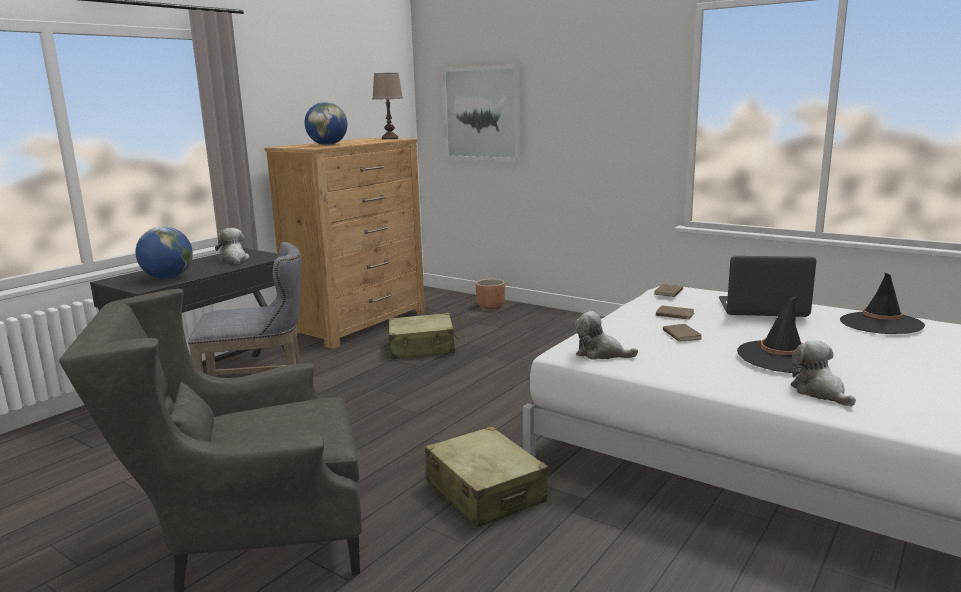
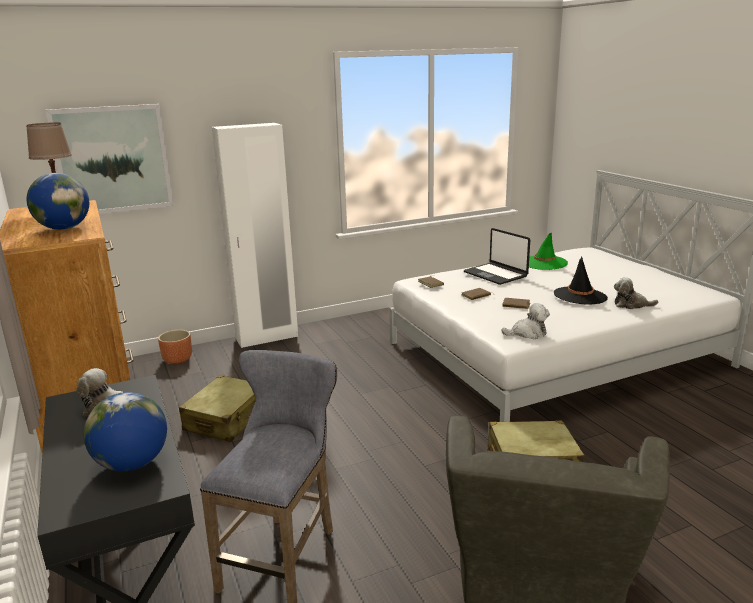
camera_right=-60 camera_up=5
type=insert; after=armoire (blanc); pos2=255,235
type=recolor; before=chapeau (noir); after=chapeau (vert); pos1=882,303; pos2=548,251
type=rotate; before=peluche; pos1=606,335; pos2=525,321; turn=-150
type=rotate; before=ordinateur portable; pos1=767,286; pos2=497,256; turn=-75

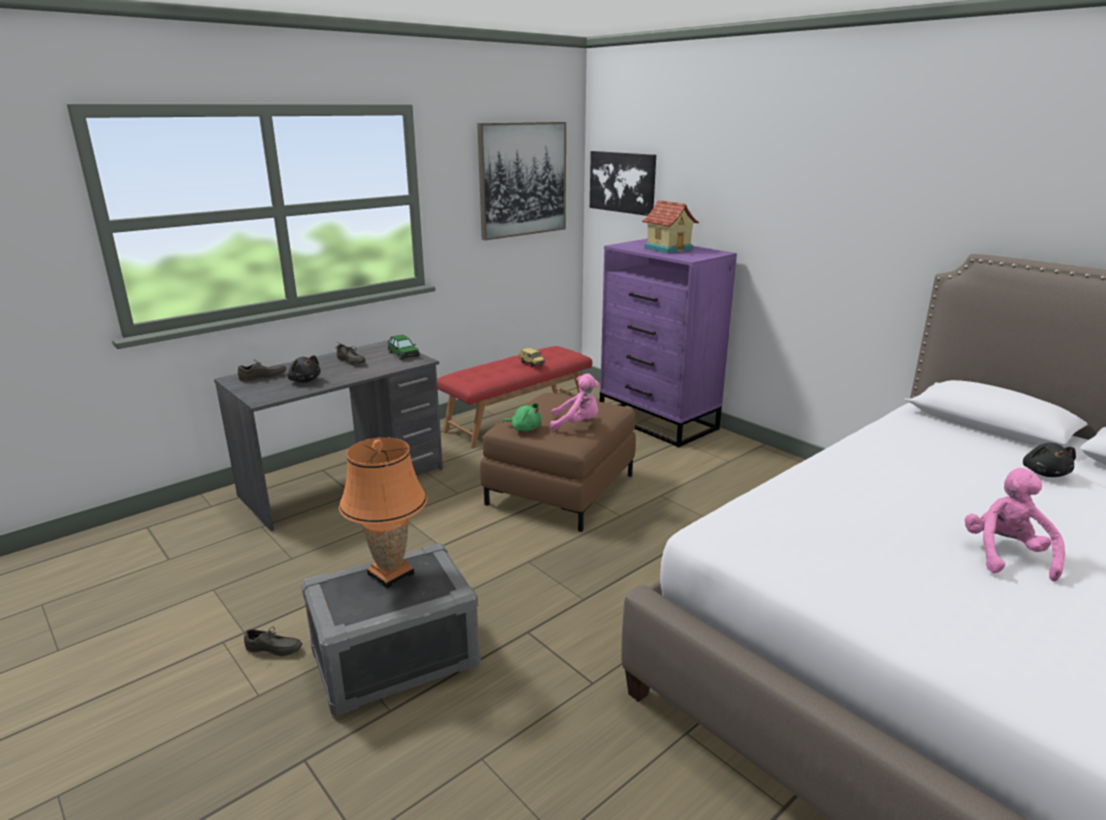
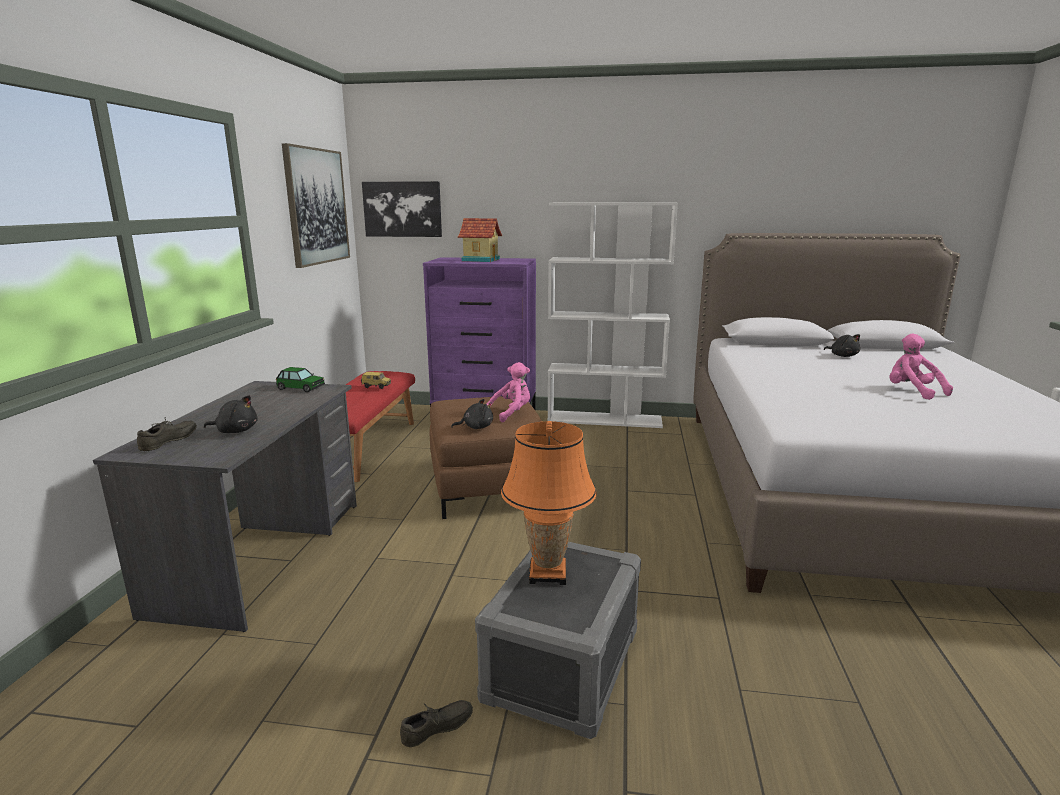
camera_right=-40 camera_up=-5
type=delete; before=chaussure (gris); pos1=351,353
type=insert; after=bibliothèque (blanc); pos2=612,315
type=recolor; before=peluche (vert); after=peluche (noir); pos1=522,417; pos2=472,414

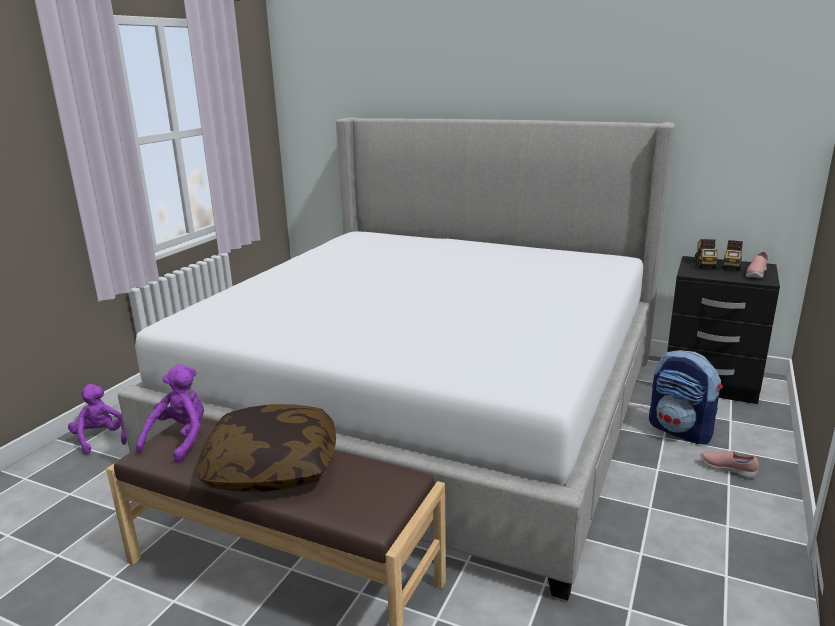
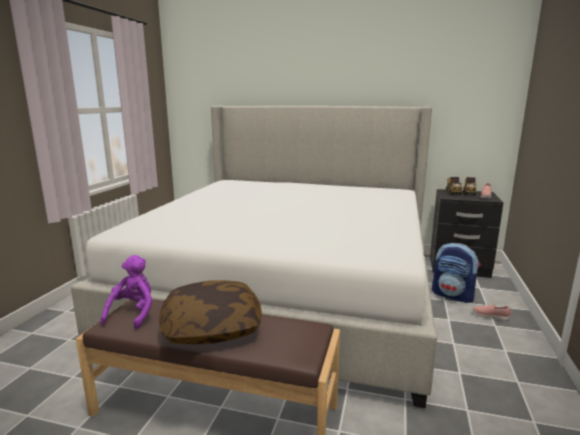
camera_right=-10 camera_up=-5
type=delete; before=peluche (violet); pos1=97,419

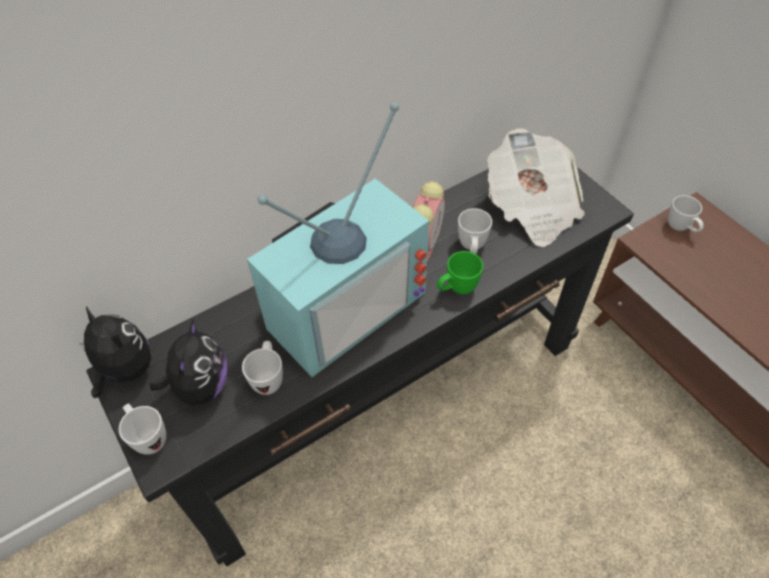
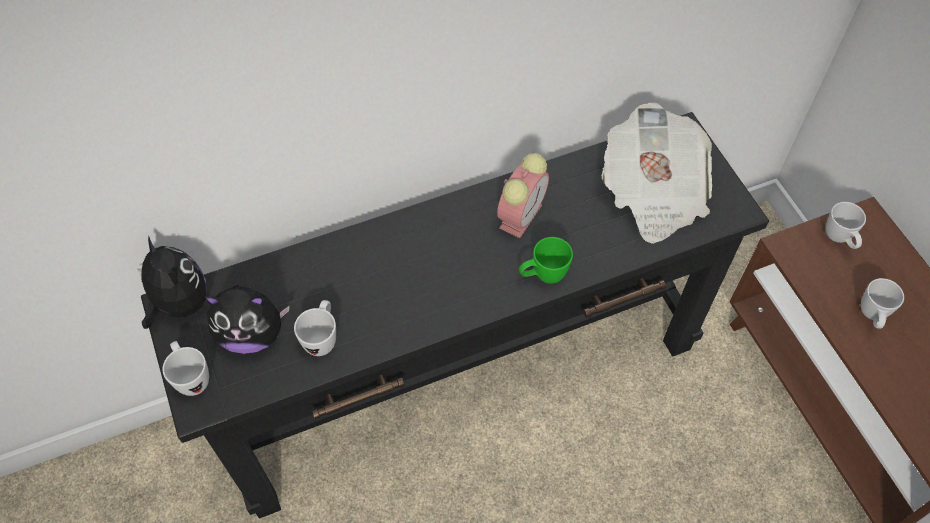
camera_right=10 camera_up=5
type=delete; before=téléviseur; pos1=338,239
type=move; before=mug (blanc); pos1=475,231; pos2=882,303
type=rotate; before=peluche; pos1=189,362; pos2=247,319; turn=75

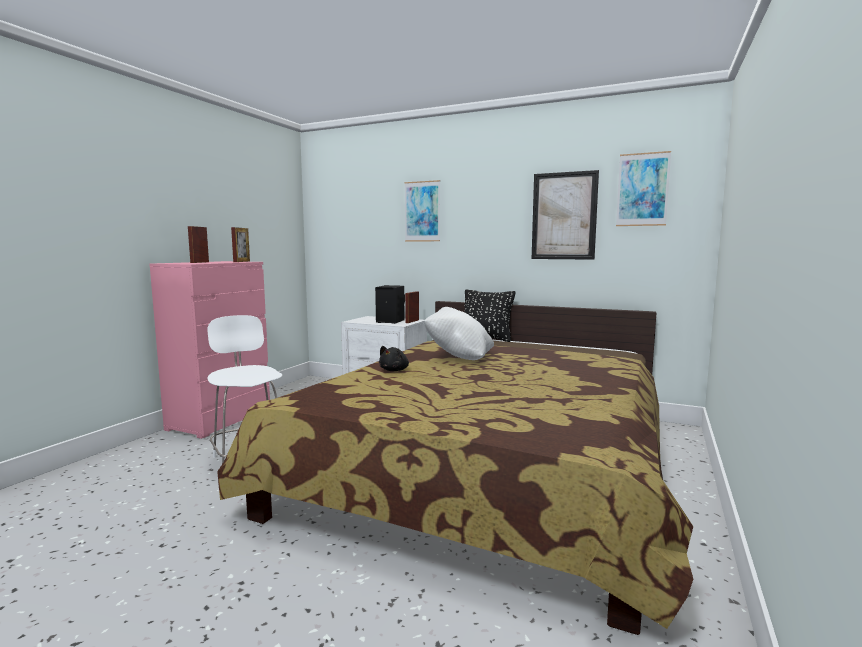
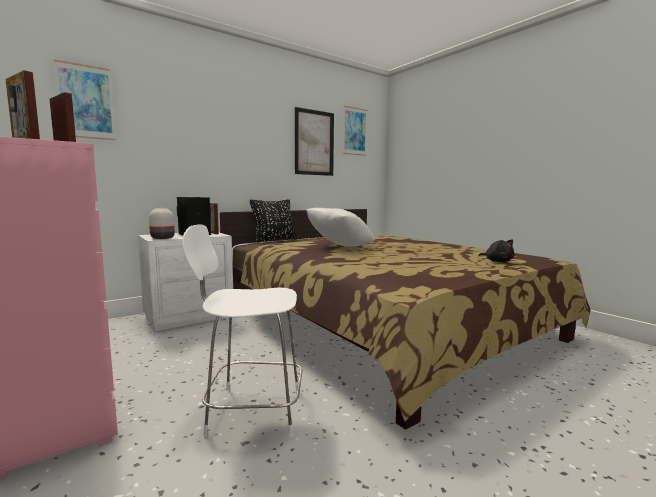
camera_right=-60 camera_up=0
type=insert; after=vase (blanc); pos2=162,222
type=move; before=peluche (noir); pos1=394,358; pos2=497,251
type=move; before=tableau; pos1=422,211; pos2=85,99

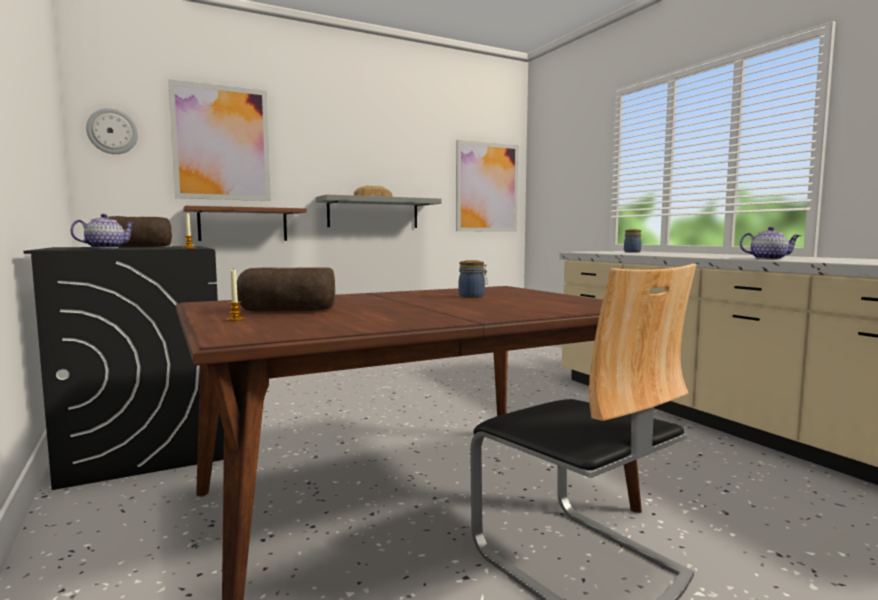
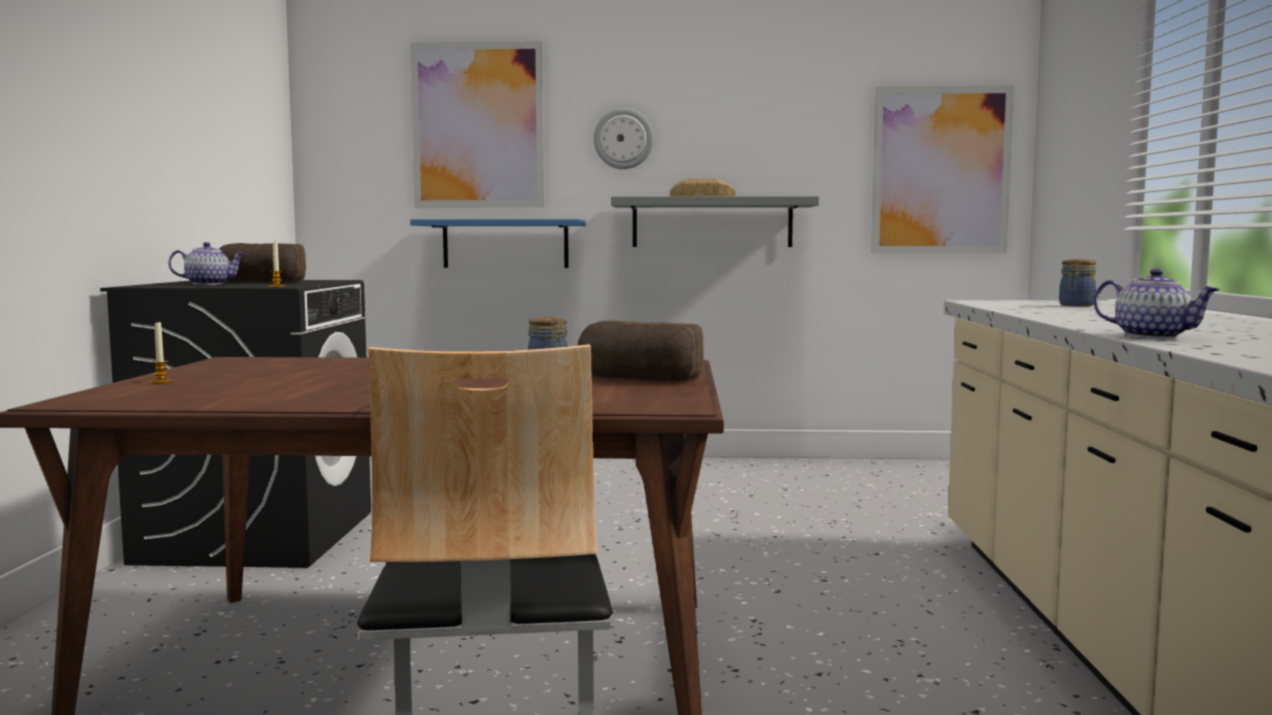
camera_right=30 camera_up=0
type=move; before=horloge murale; pos1=112,131; pos2=623,138
type=move; before=pain; pos1=286,289; pos2=640,351
type=recolor; before=étagère (marron); after=étagère (bleu); pos1=245,223; pos2=498,243

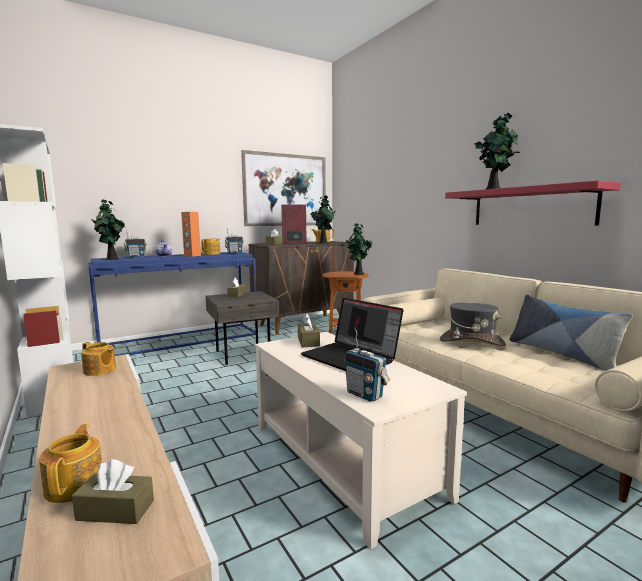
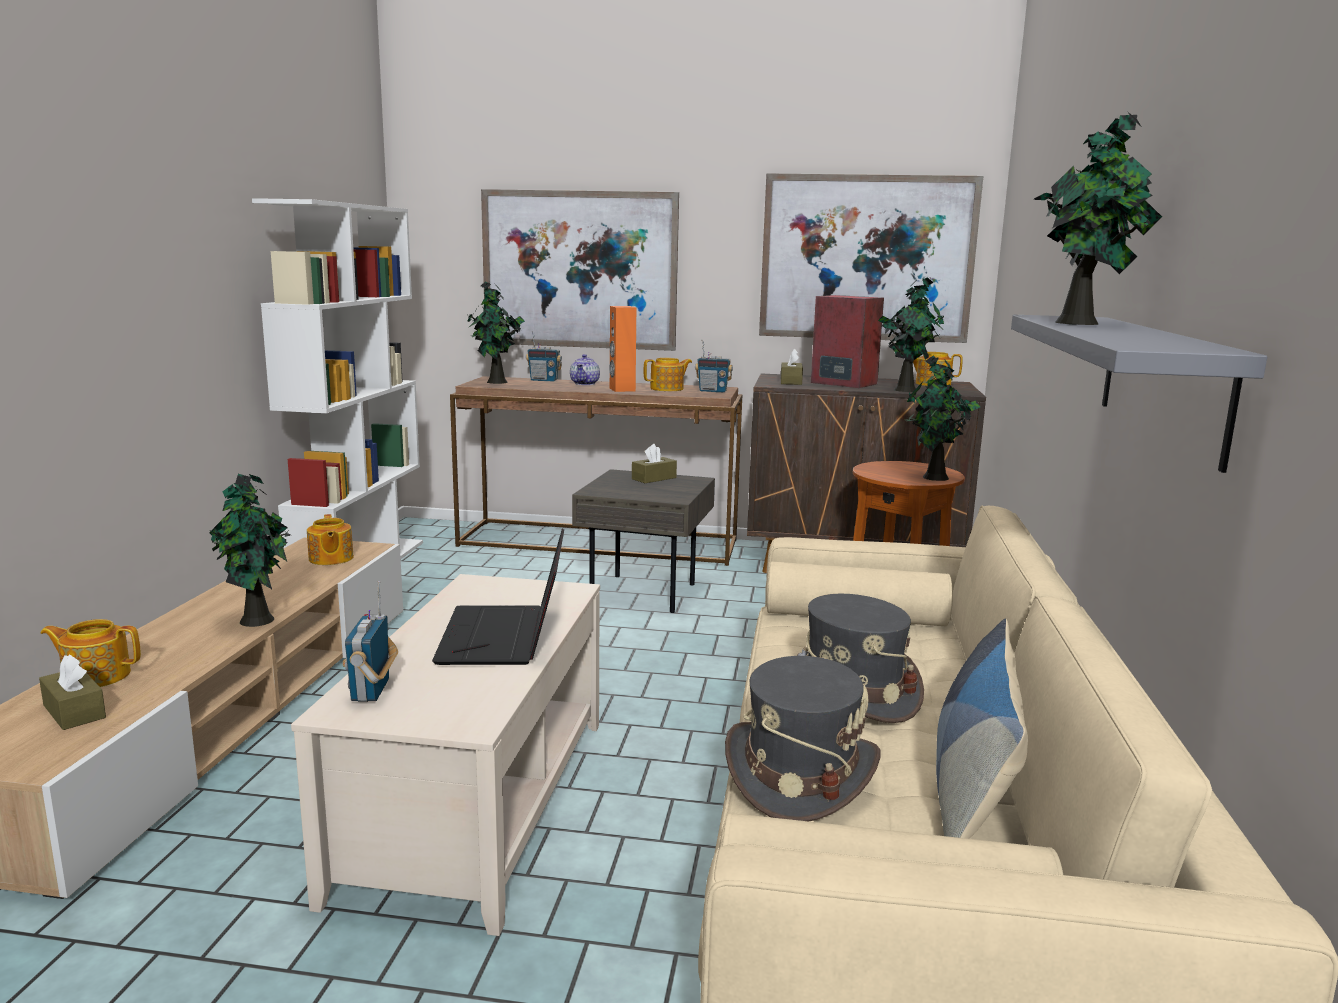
camera_right=40 camera_up=5
type=delete; before=boîte à mouchoirs (marron); pos1=309,330
type=insert; after=plante en pot; pos2=250,550
type=insert; after=tableau; pos2=580,270
type=insert; after=chapeau (gris); pos2=803,738
type=recolor; before=table console (bleu); after=table console (marron); pos1=172,304; pos2=596,471
type=recolor; before=étagère (rouge); after=étagère (gris); pos1=533,203; pos2=1139,394
type=rotate; before=théière; pos1=70,463; pos2=91,653; turn=-120

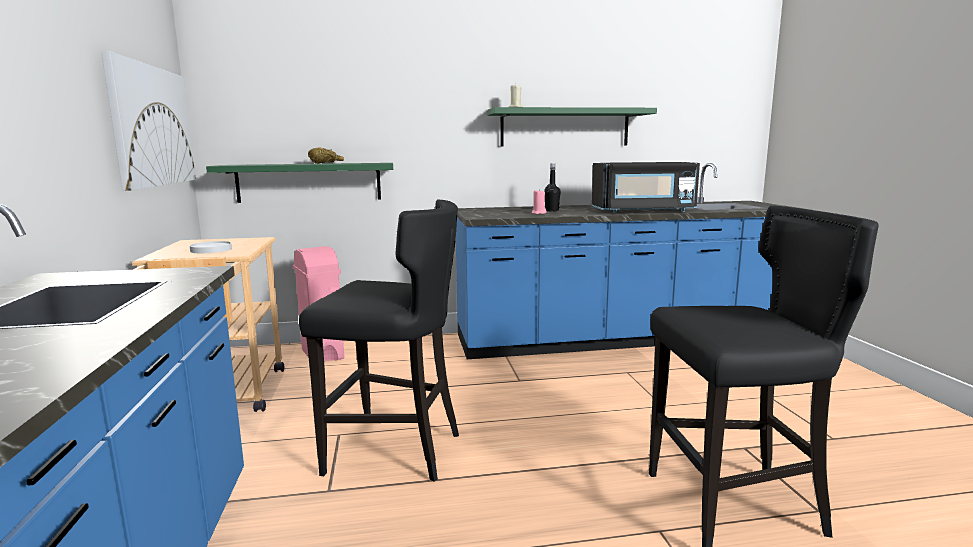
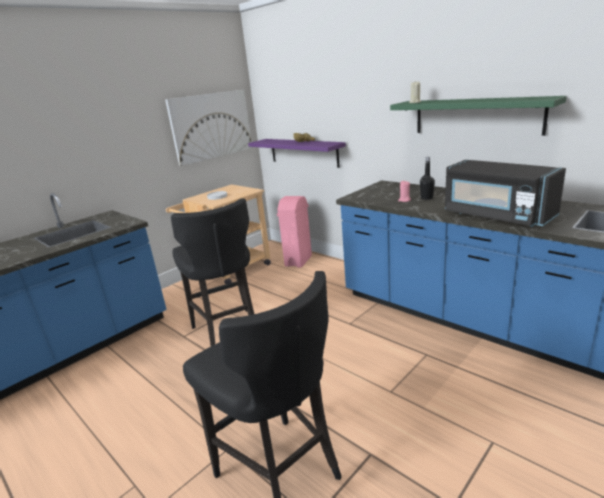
camera_right=55 camera_up=10
type=recolor; before=étagère (vert); after=étagère (violet); pos1=299,183; pos2=297,153

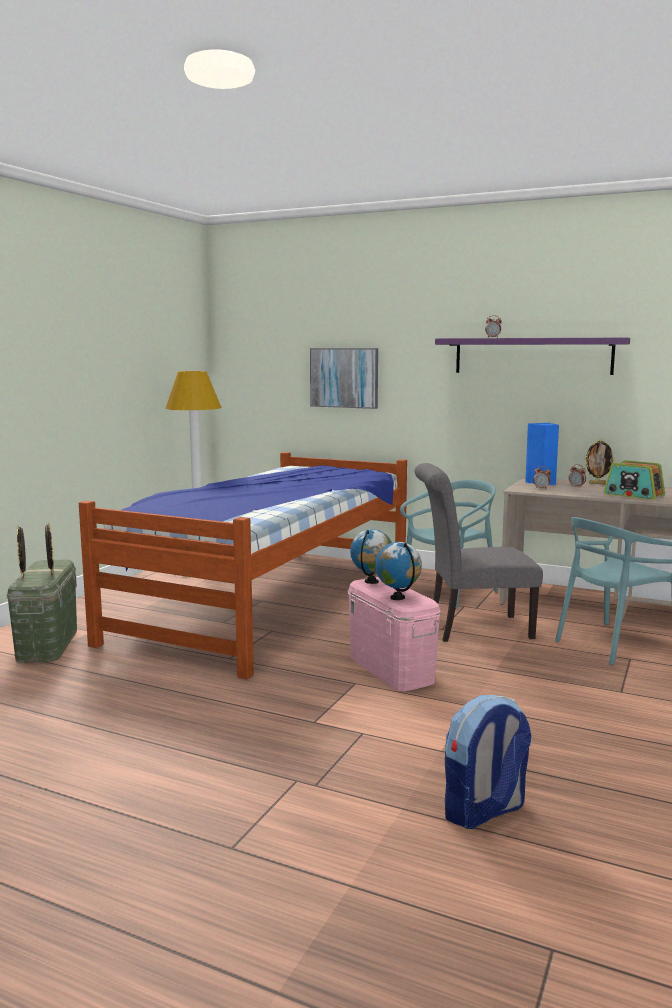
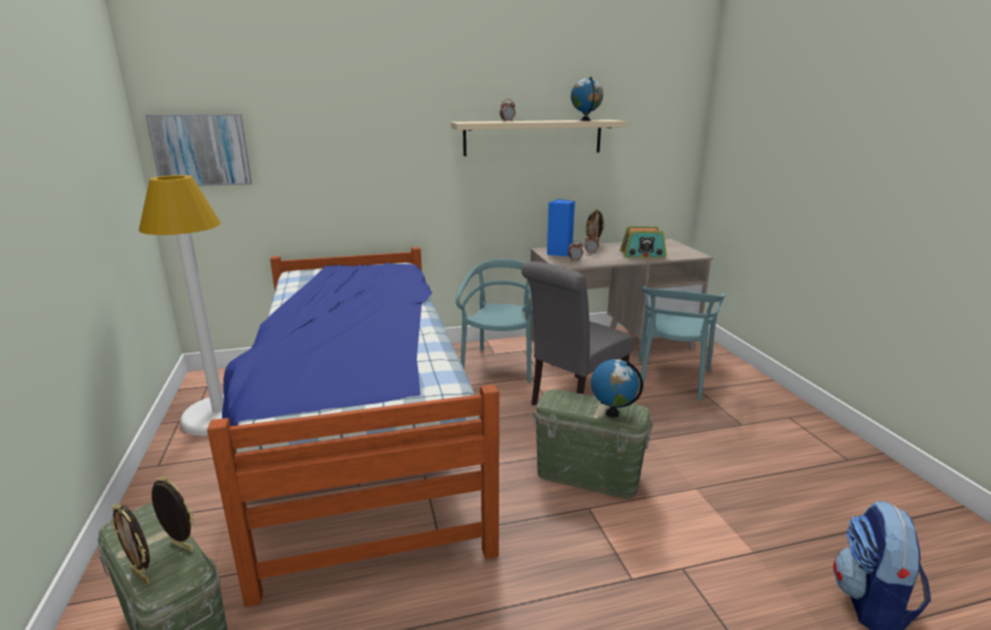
camera_right=-40 camera_up=10
type=move; before=tableau; pos1=344,378; pos2=198,150
type=move; before=globe; pos1=371,556; pos2=587,98
type=recolor; before=boîte de rangement (rose); after=boîte de rangement (vert); pos1=394,634; pos2=592,444
type=recolor; before=étagère (violet); after=étagère (beige); pos1=532,356; pos2=538,138

